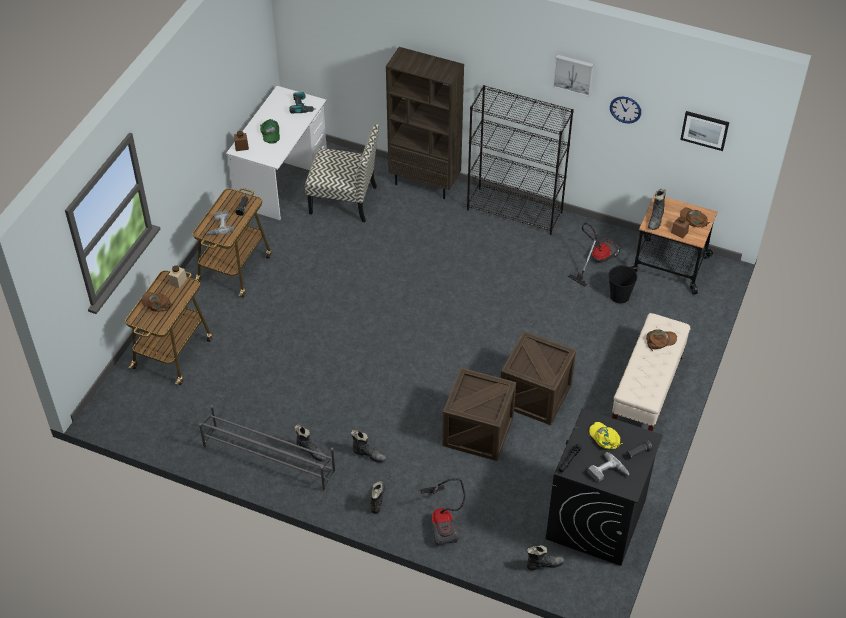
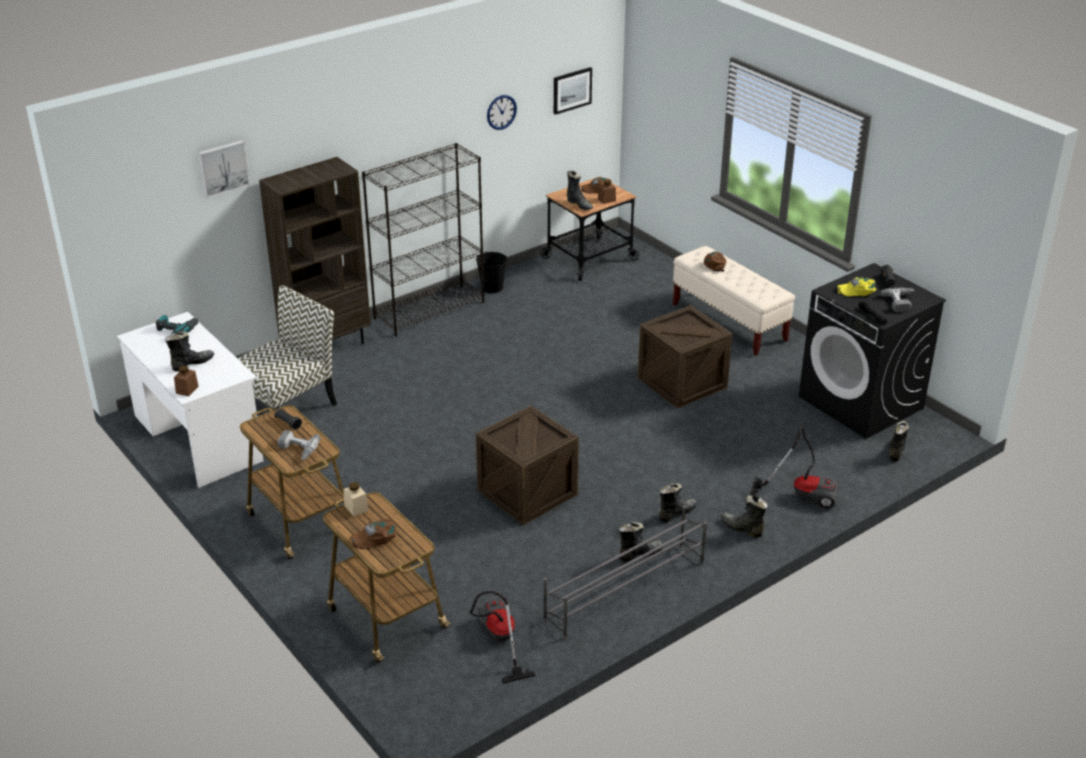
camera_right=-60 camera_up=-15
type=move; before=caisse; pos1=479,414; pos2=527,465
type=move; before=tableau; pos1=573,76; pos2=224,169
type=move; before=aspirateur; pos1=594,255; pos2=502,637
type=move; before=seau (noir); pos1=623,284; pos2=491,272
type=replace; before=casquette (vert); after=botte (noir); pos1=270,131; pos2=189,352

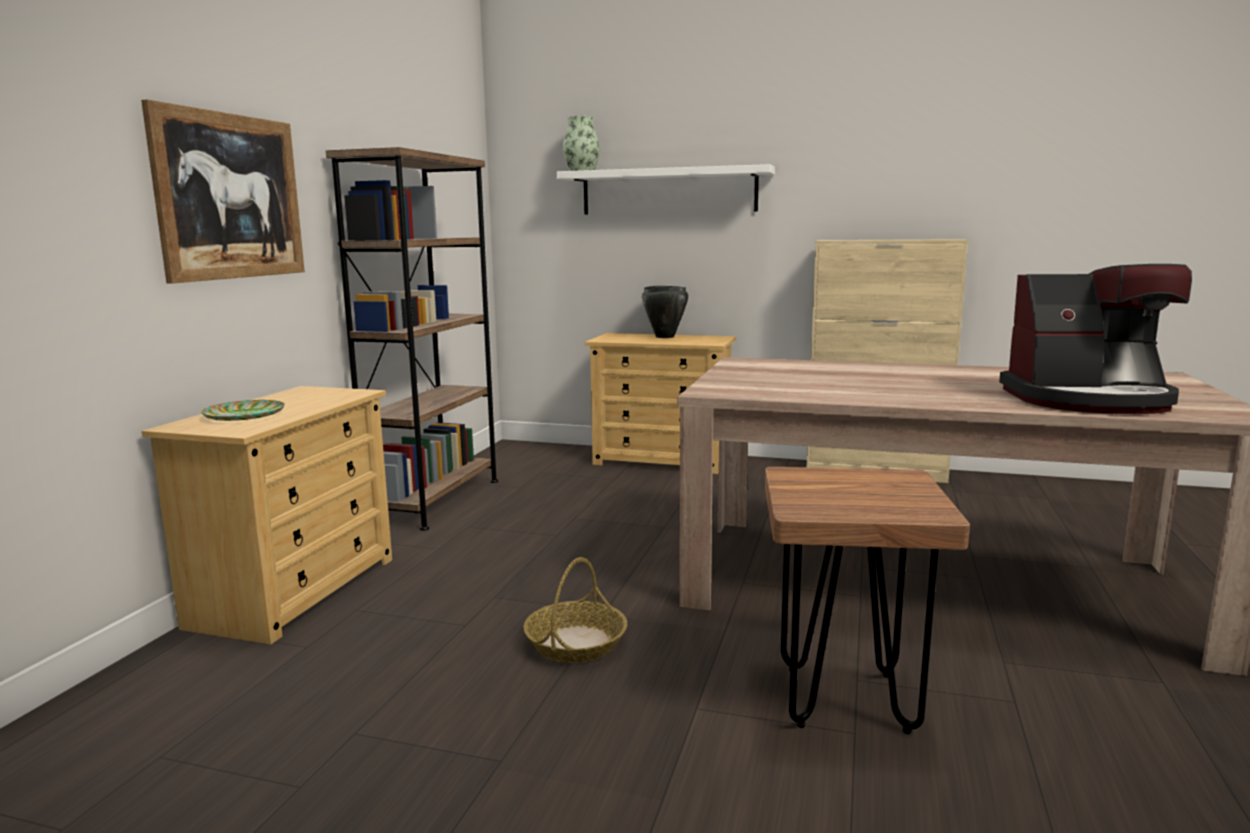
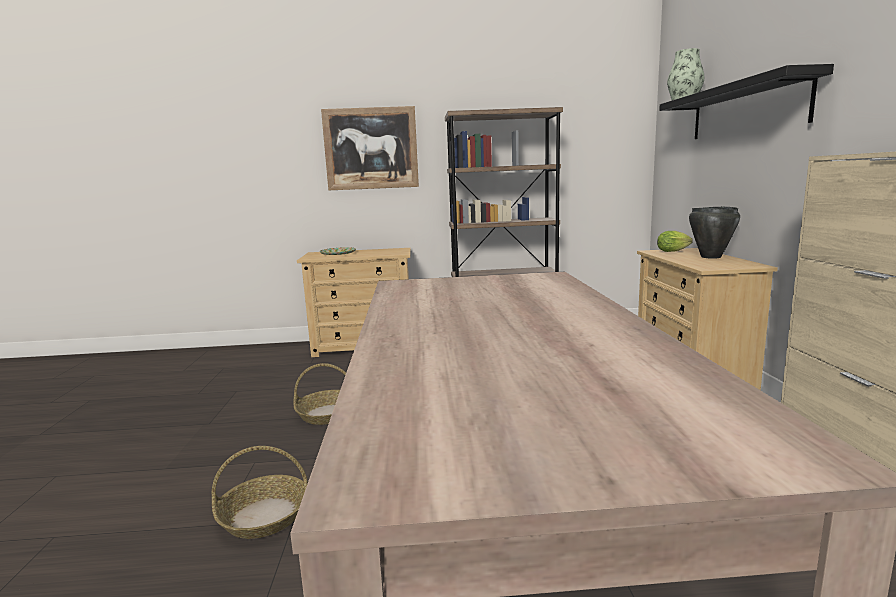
camera_right=70 camera_up=0
type=delete; before=machine à café; pos1=1095,339
type=insert; after=laitue; pos2=675,241
type=replace; before=tabouret (marron); after=panier; pos1=867,600; pos2=260,492
type=recolor; before=étagère (blanc); after=étagère (noir); pos1=666,189; pos2=746,101

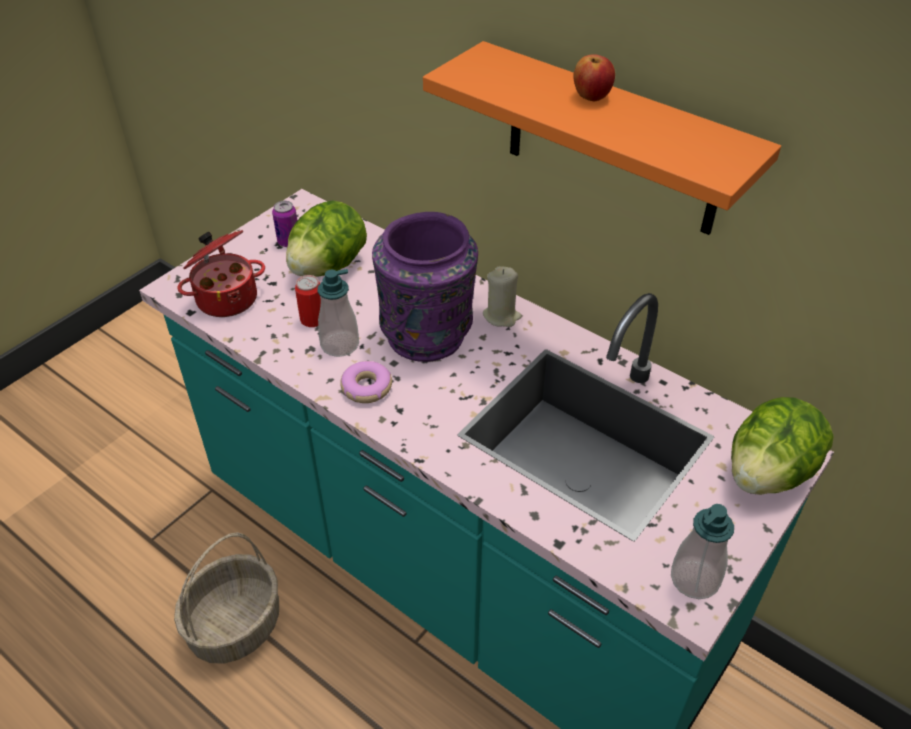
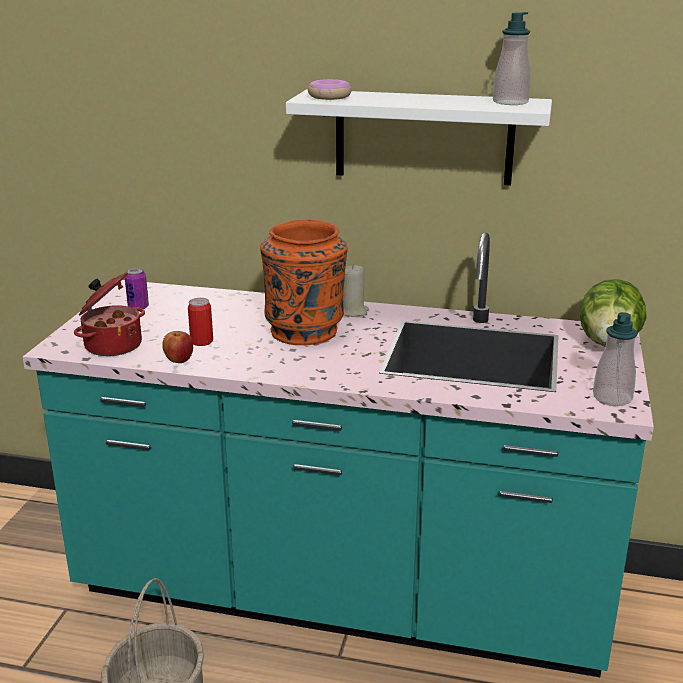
camera_right=-25 camera_up=-20
type=delete; before=laitue; pos1=326,239
type=move; before=distributeur de savon; pos1=338,313; pos2=512,58
type=move; before=beignet; pos1=366,382; pos2=330,89
type=move; before=pomme; pos1=594,77; pos2=177,347
type=recolor; before=vase (violet); after=vase (orange); pos1=425,287; pos2=304,282
type=recolor; before=étagère (orange); after=étagère (blanc); pos1=602,138; pos2=419,137

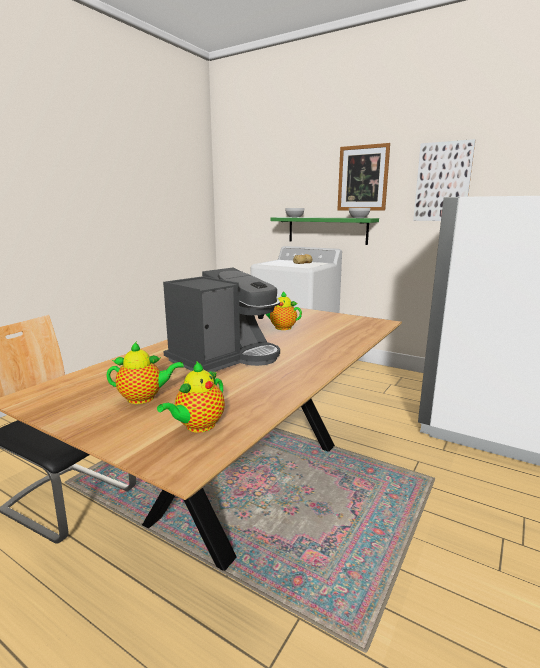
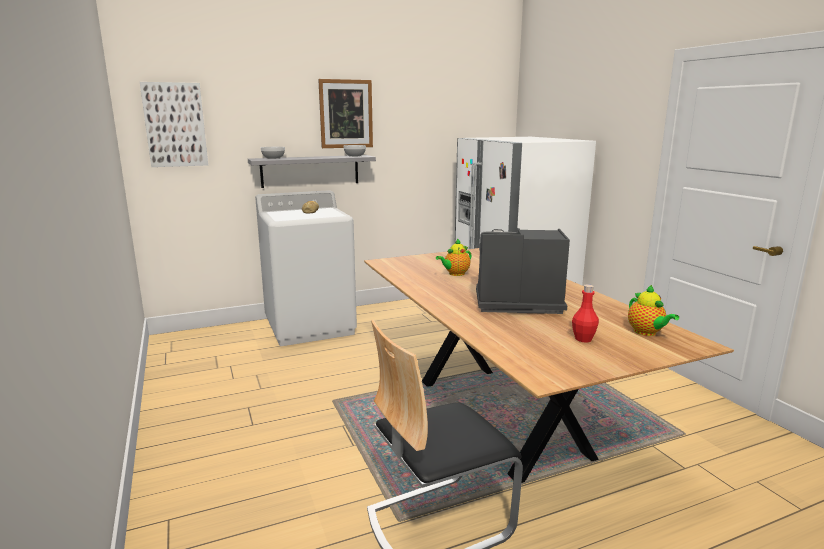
camera_right=-55 camera_up=0
type=move; before=tableau; pos1=444,180; pos2=174,124
type=replace; before=théière; after=bouteille (rouge); pos1=145,372; pos2=585,313
type=recolor; before=étagère (vert); after=étagère (gris); pos1=324,231; pos2=312,171
type=rotate; before=machine à café; pos1=221,319; pos2=523,271; turn=-75

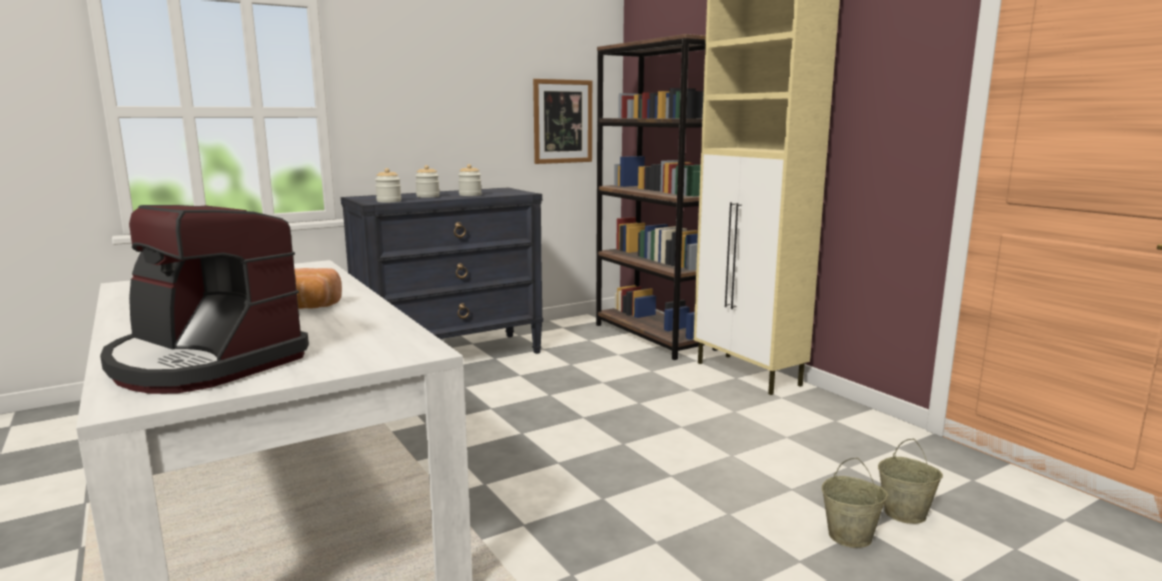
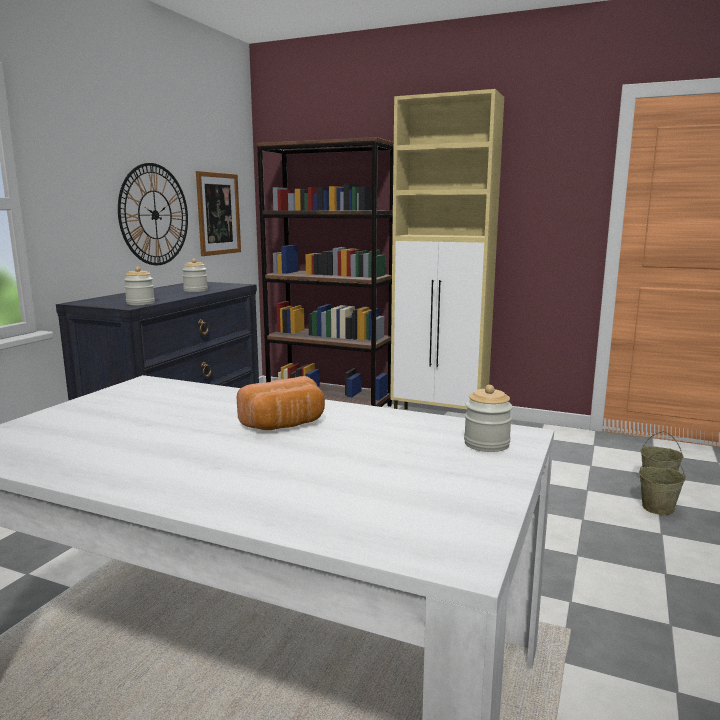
camera_right=-35 camera_up=0
type=delete; before=machine à café; pos1=204,299
type=insert; after=horloge murale; pos2=153,214
type=move; before=bocal; pos1=427,181; pos2=488,418

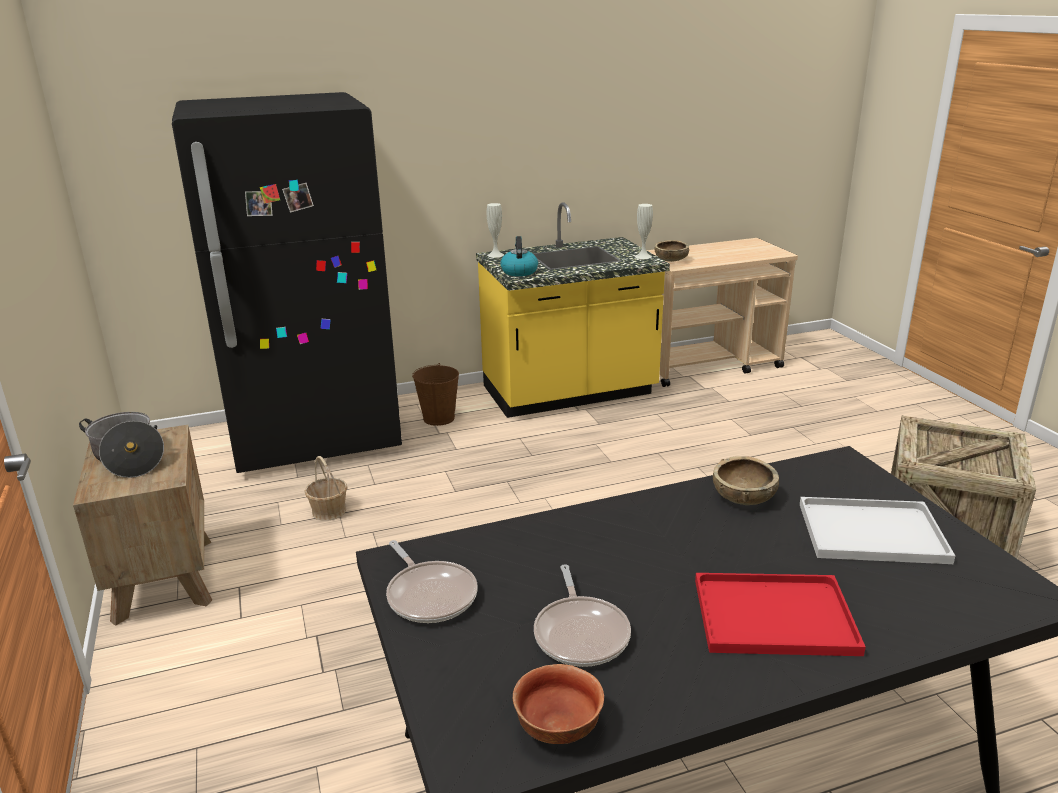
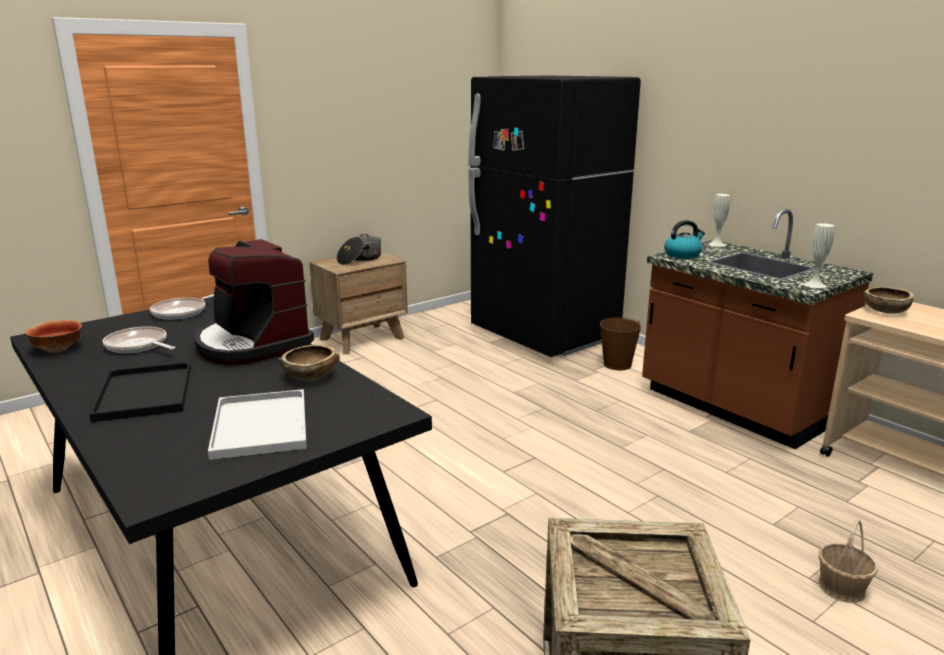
camera_right=70 camera_up=-5
type=insert; after=machine à café; pos2=254,302
type=move; before=panier; pos1=325,488; pos2=848,561
type=recolor; before=comptoir de cuisine (jaune); after=comptoir de cuisine (marron); pos1=573,310; pos2=757,329
type=recolor; before=plateau (rouge); after=plateau (noir); pos1=780,614; pos2=140,392
type=rotate; before=poêle; pos1=582,615; pos2=139,339; turn=60

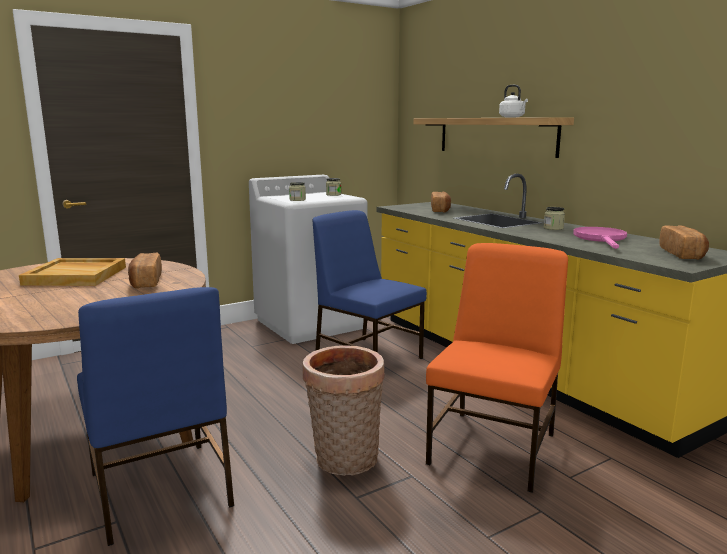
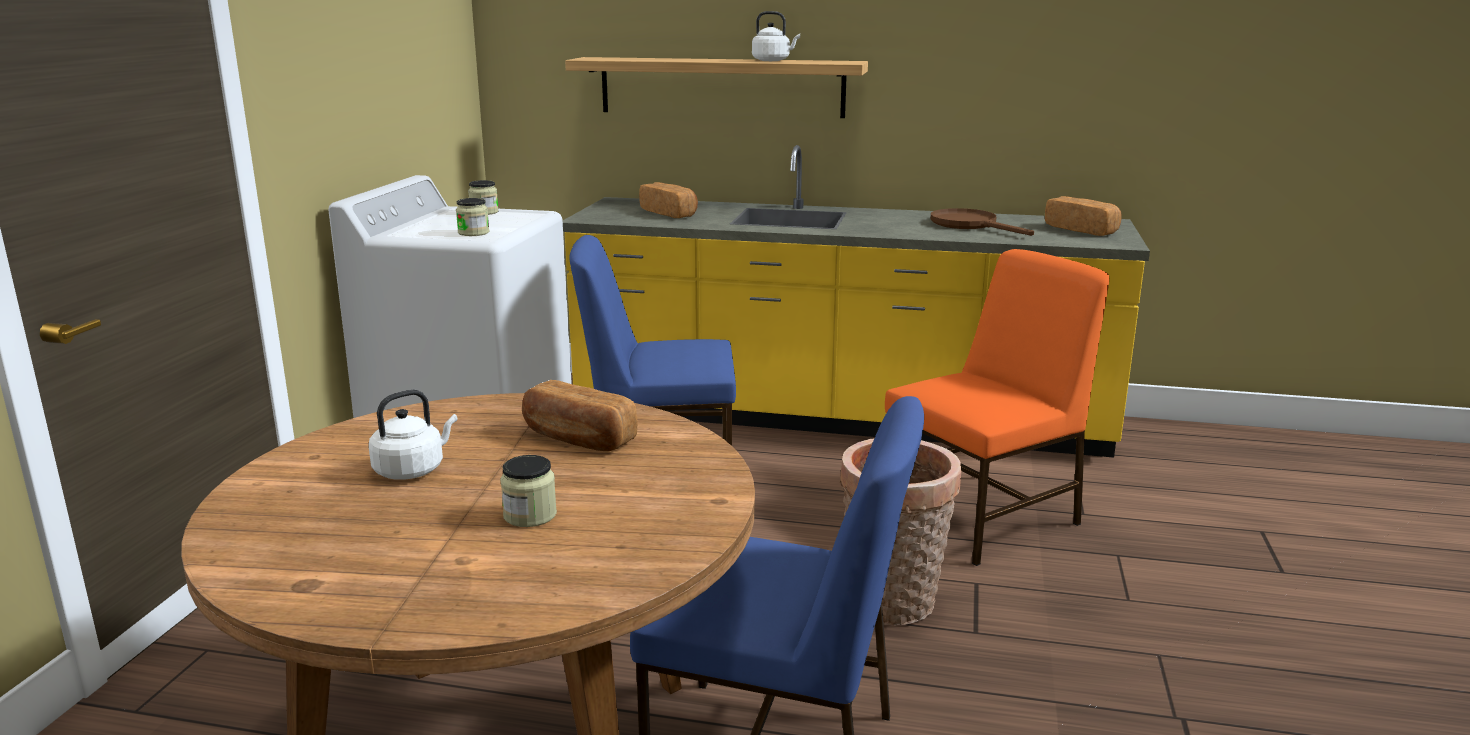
camera_right=-45 camera_up=5
type=move; before=bocal; pos1=554,218; pos2=528,491
type=replace; before=plateau (beige); after=bouilloire (blanc); pos1=72,272; pos2=413,434
type=recolor; before=poêle (rose); after=poêle (marron); pos1=600,238; pos2=982,222
type=rotate; before=chaise (orange); pos1=497,367; pos2=997,407; turn=75

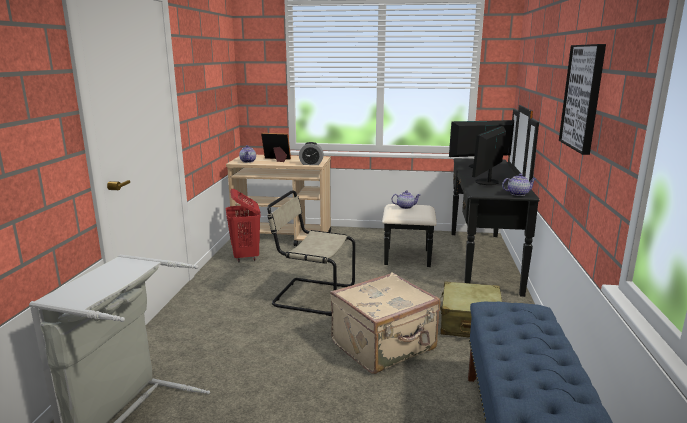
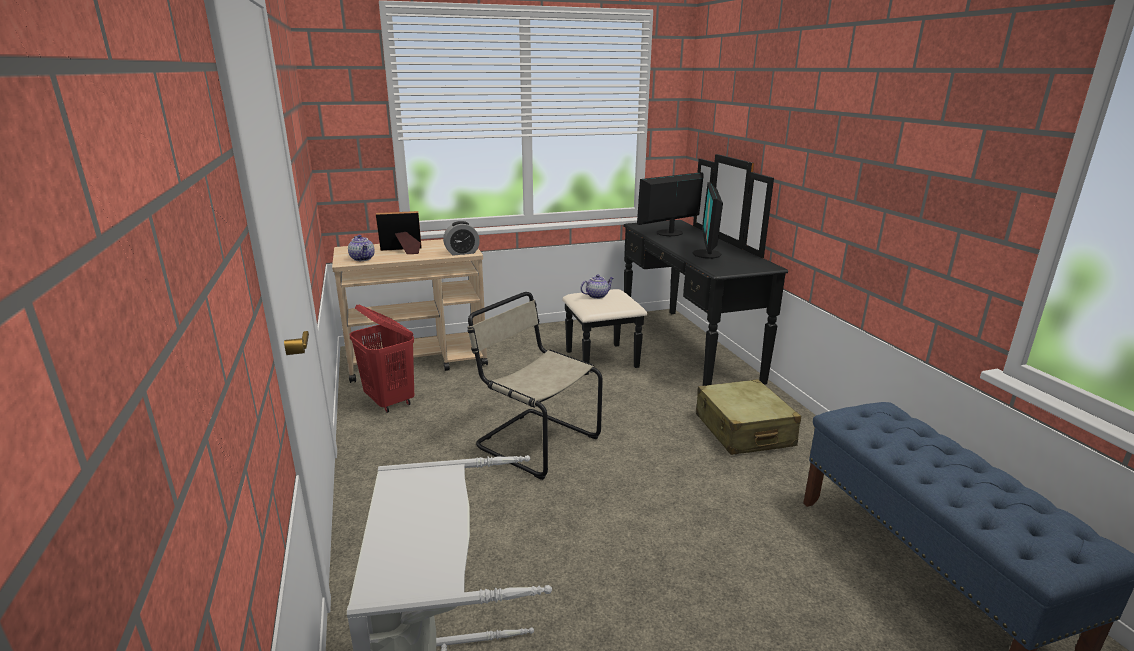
camera_right=-25 camera_up=5
type=delete; before=valise (beige); pos1=385,323
type=delete; before=théière; pos1=519,185
type=delete; before=tableau; pos1=582,99
type=rotate; before=chaise (beige); pos1=311,253; pos2=535,386; turn=45

